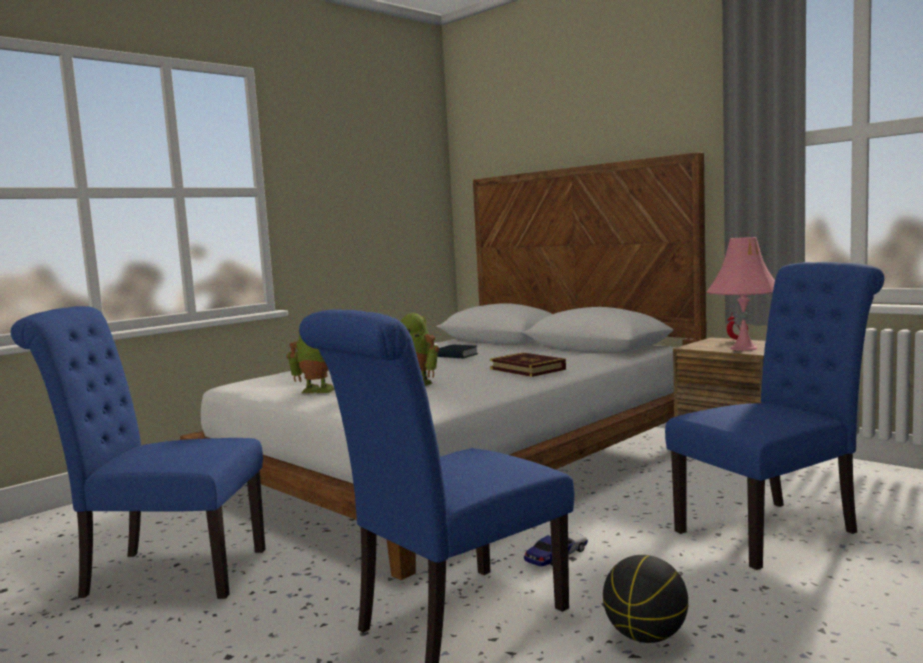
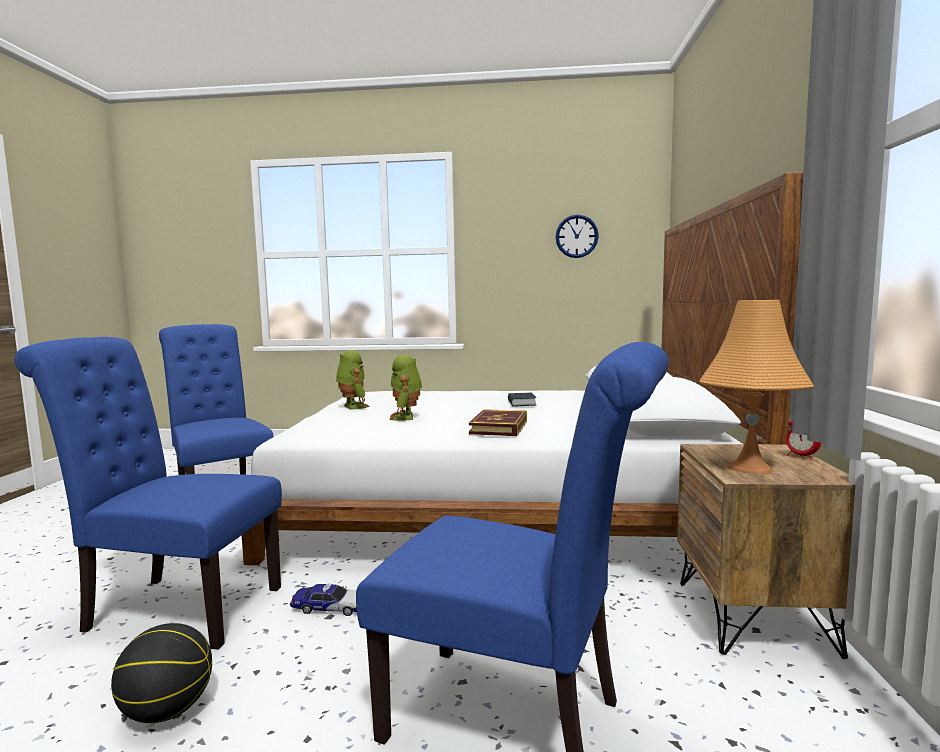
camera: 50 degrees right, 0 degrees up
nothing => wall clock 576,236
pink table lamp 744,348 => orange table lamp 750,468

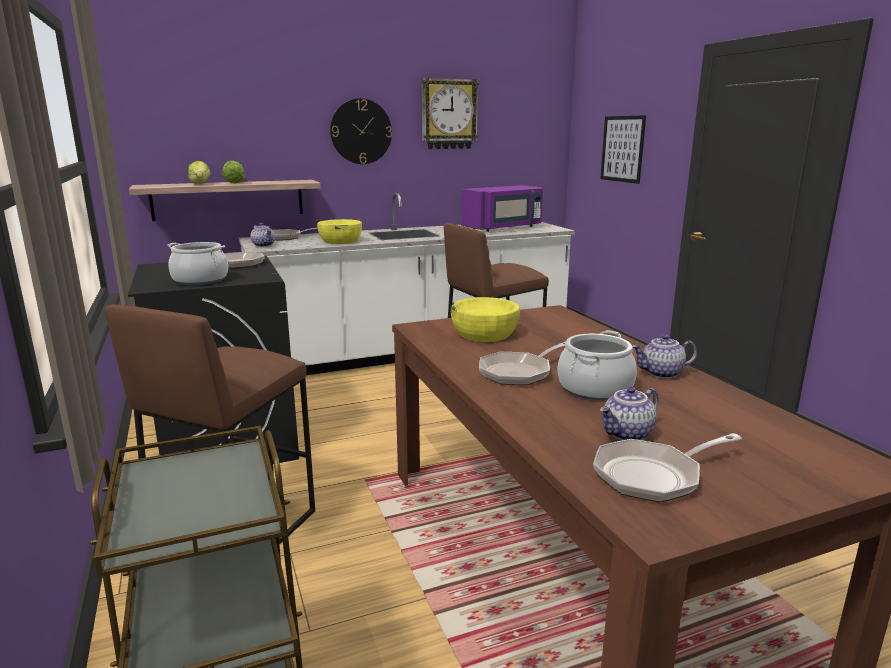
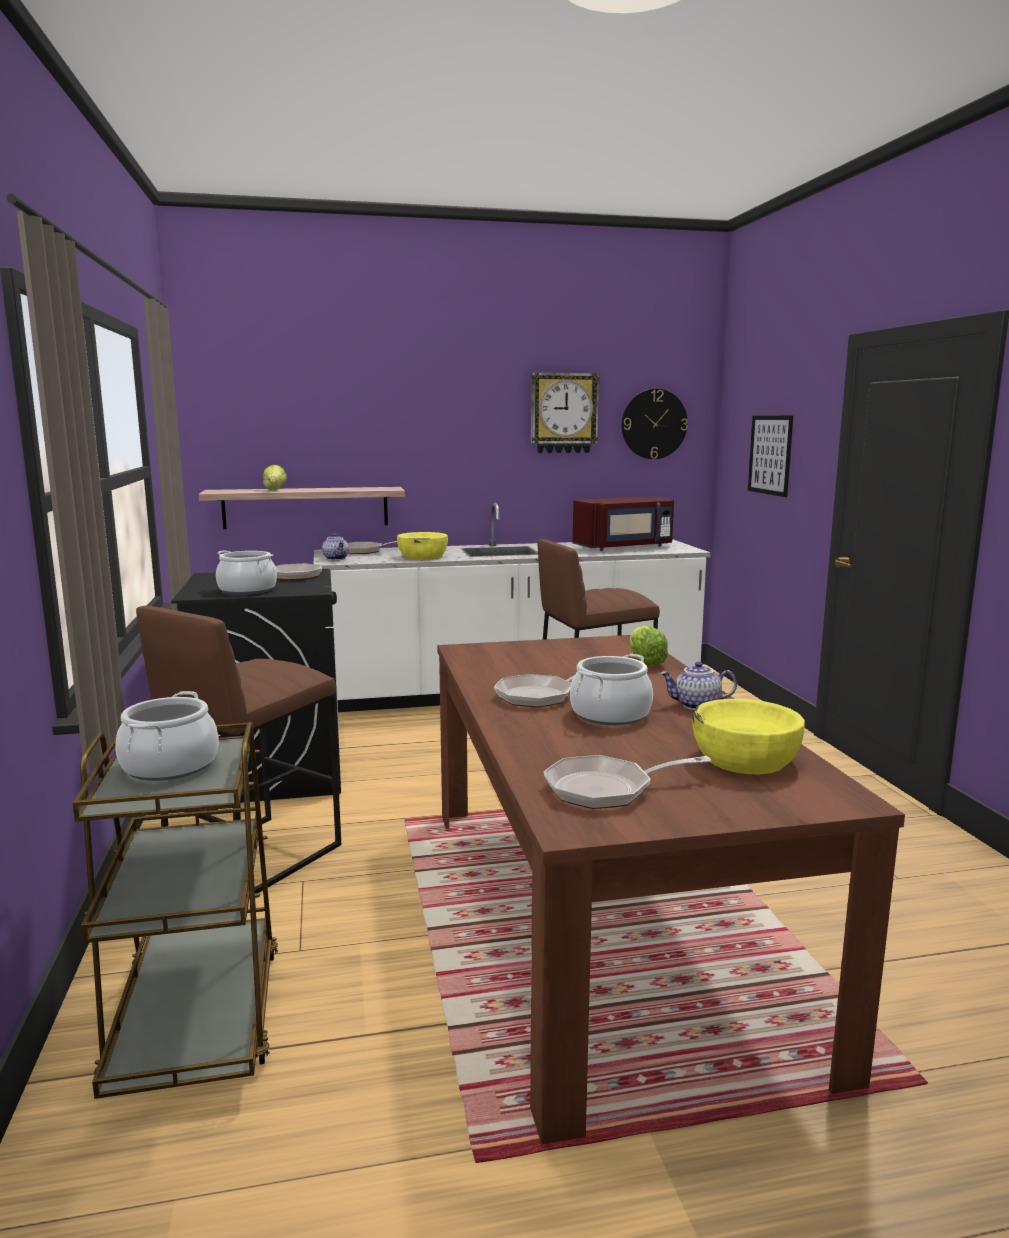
camera: 10 degrees right, 5 degrees down
teapot 628,434 => nothing
nothing => cooking pot 170,766
lettuce 234,183 => lettuce 645,662, move
wall clock 361,131 => wall clock 654,424, move
yellow bowl 484,334 => yellow bowl 745,759, move
purple microwave 504,228 => red microwave 624,547

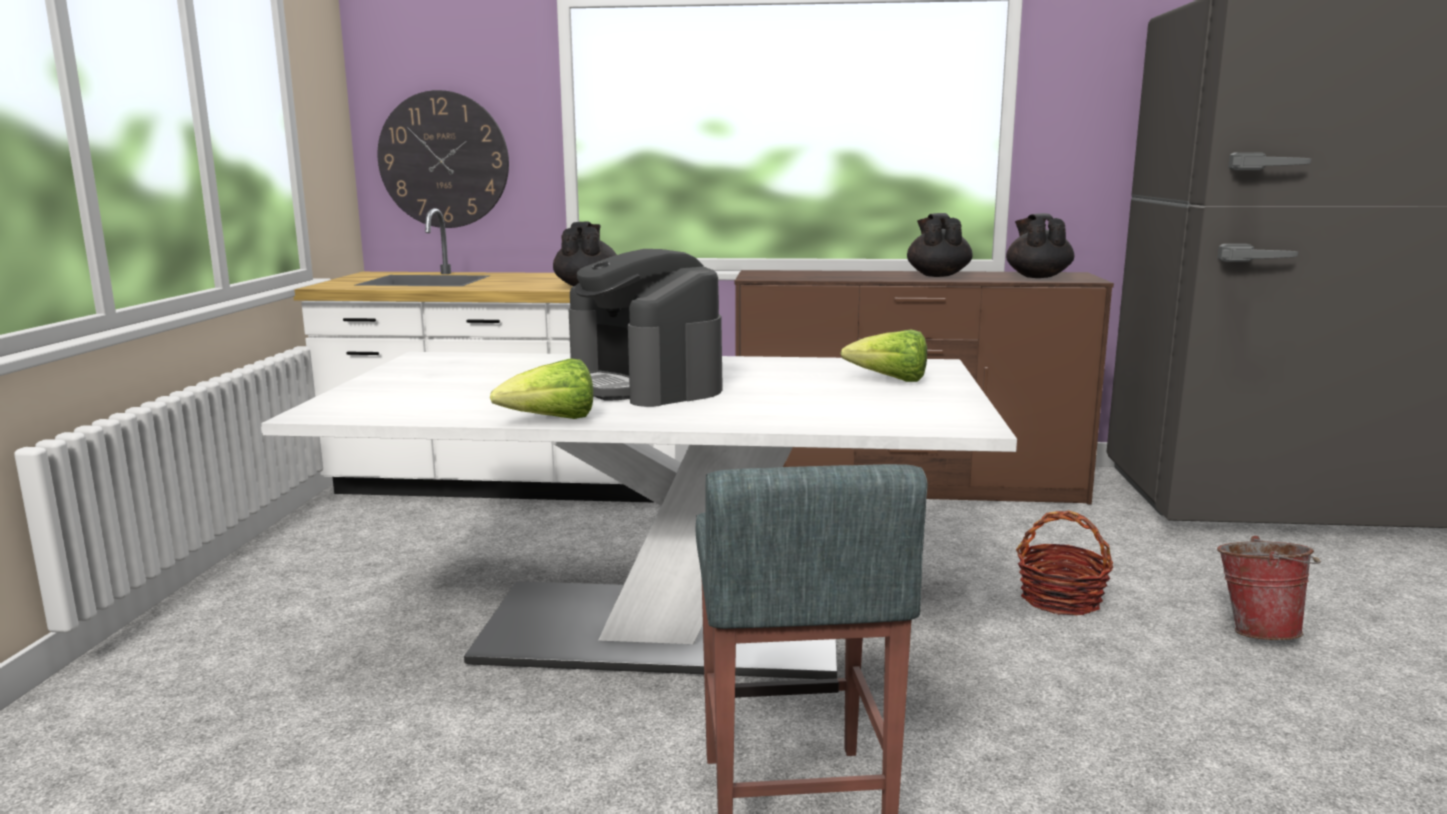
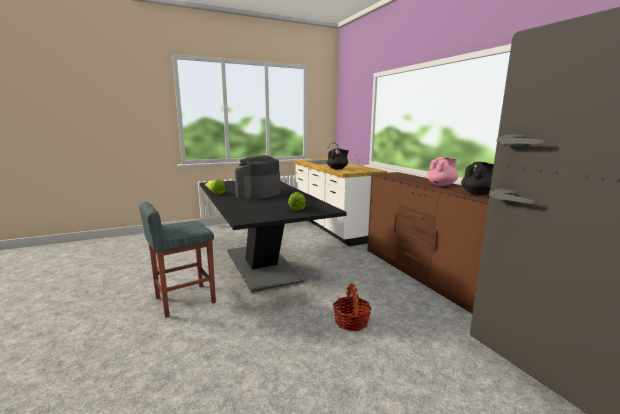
camera: 60 degrees right, 0 degrees up
wall clock 443,160 => nothing
bucket 1257,630 => nothing
white dining table 661,631 => black dining table 261,265
black teapot 937,275 => pink teapot 441,185

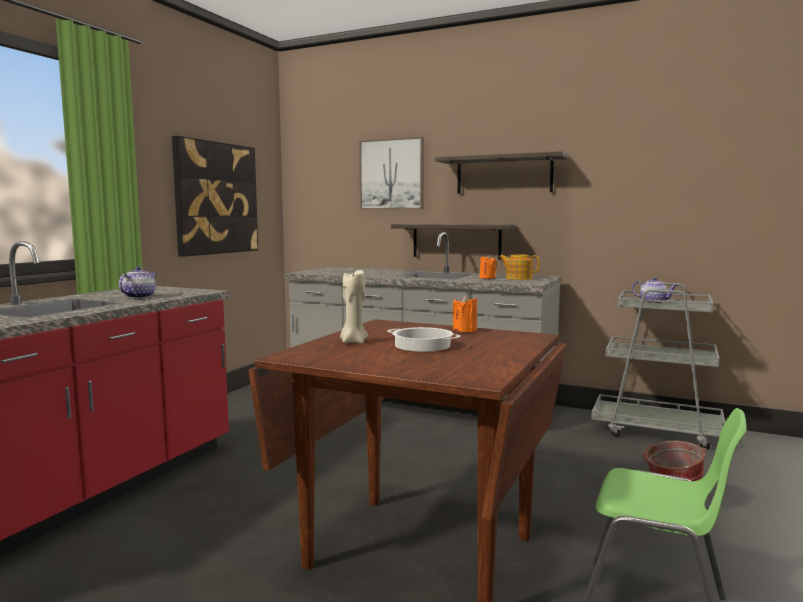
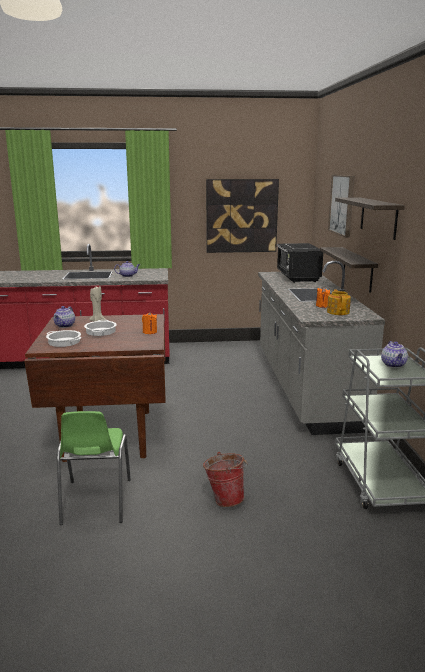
camera: 60 degrees right, 10 degrees up
nothing => cooking pot 63,342
nothing => teapot 65,326
nothing => black microwave 297,277

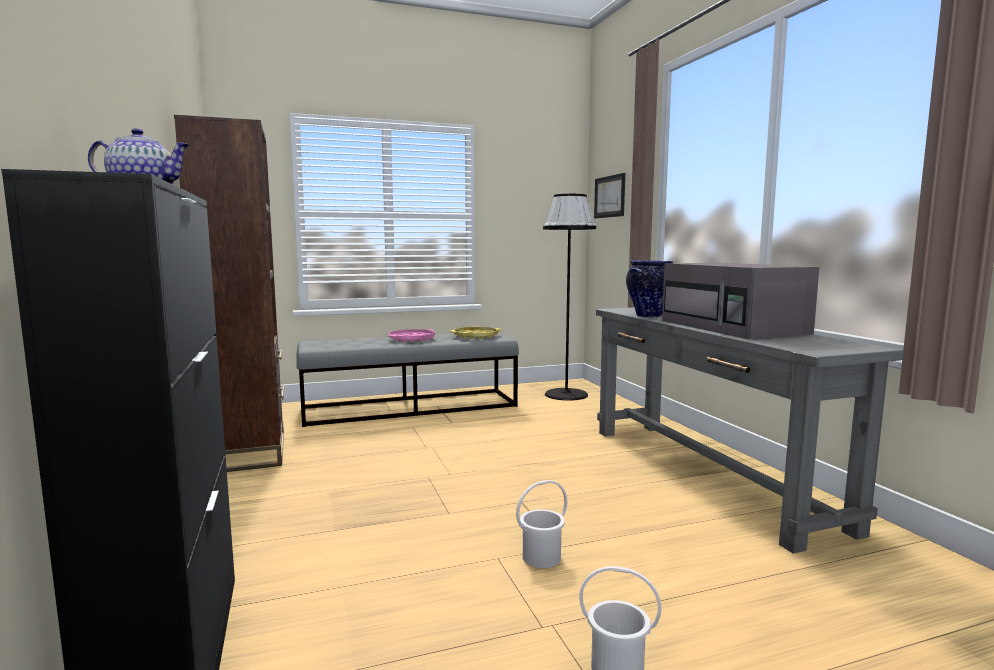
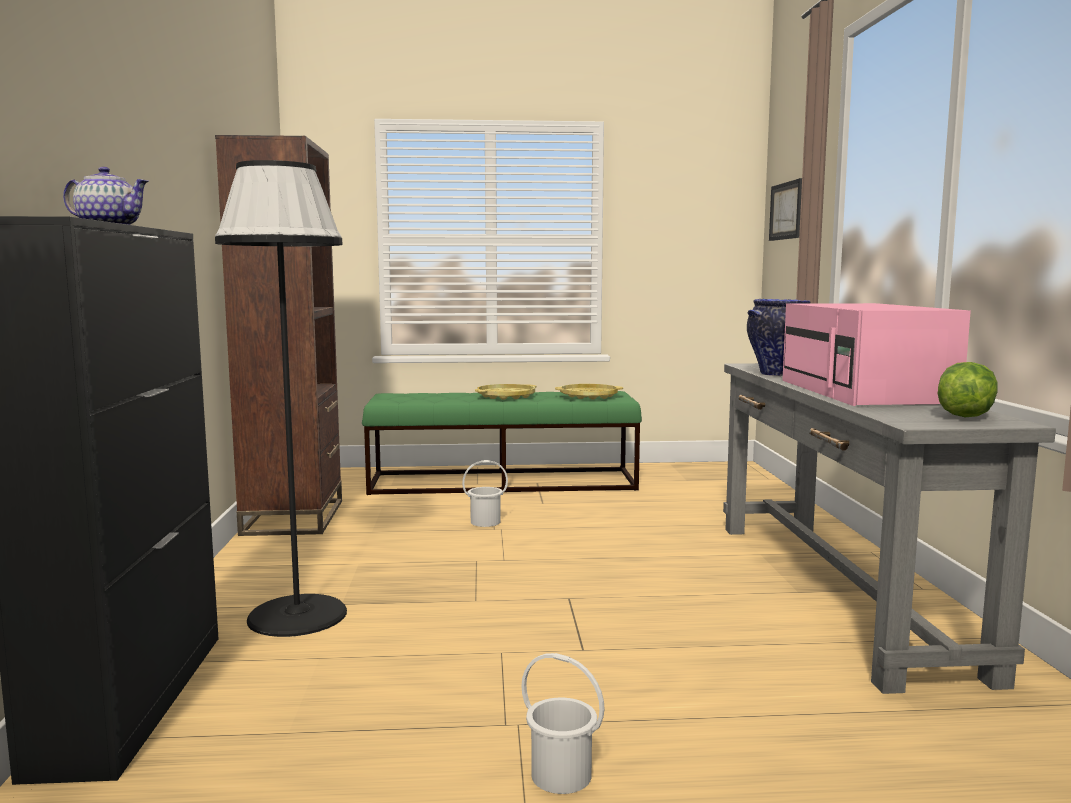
camera: 15 degrees right, 0 degrees up
nothing => lettuce 964,415
white bucket 542,558 => white bucket 485,522, move
black floor lamp 566,394 => black floor lamp 296,615, move
grey bench 410,407 => green bench 503,482
pink tray 412,339 => yellow tray 506,396
grey microwave 733,327 => pink microwave 865,392

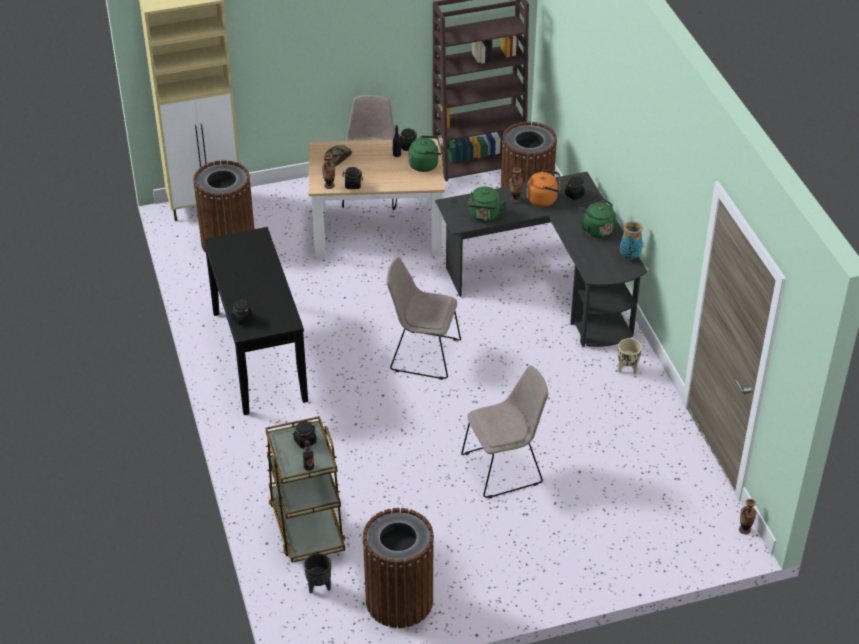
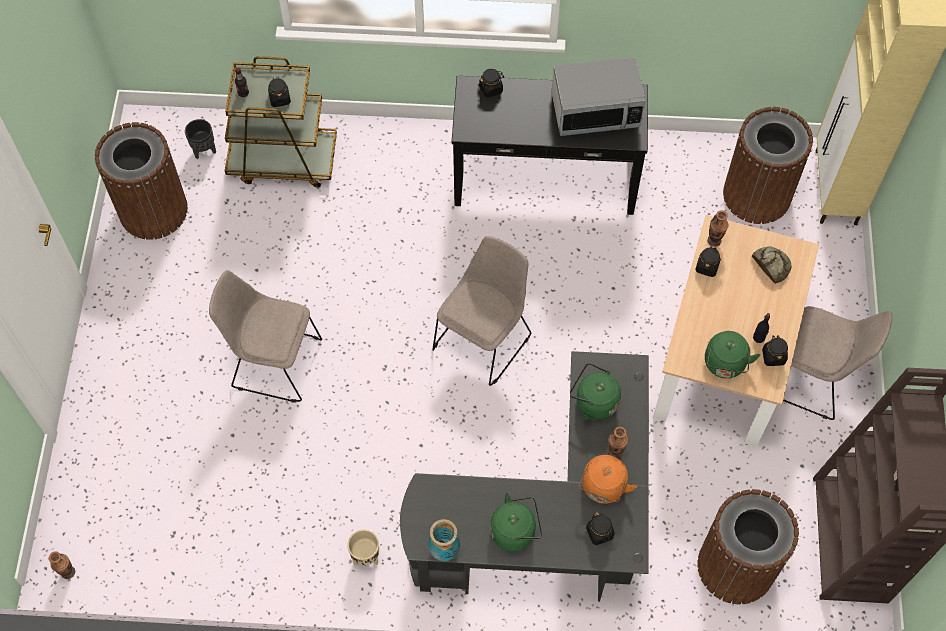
camera: 110 degrees right, 20 degrees up
nothing => microwave 595,111
beige chair 504,467 => beige chair 273,362, 105 degrees clockwise

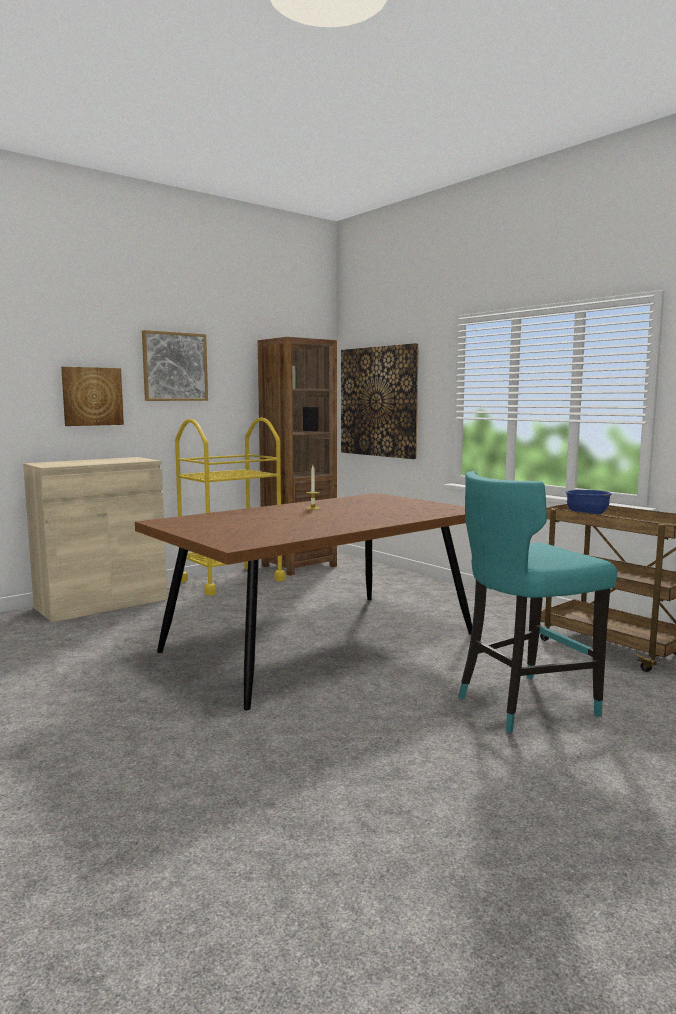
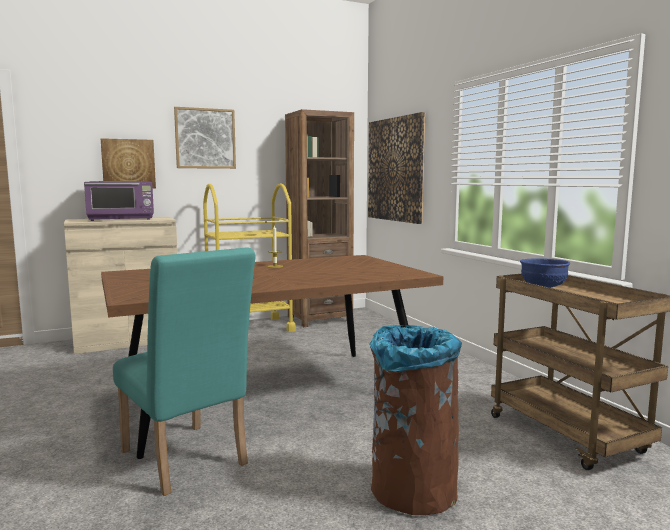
camera: 15 degrees right, 0 degrees up
nothing => purple microwave 121,219
nothing => turquoise chair 186,462
turquoise stool 523,704 => brown trash can 412,492

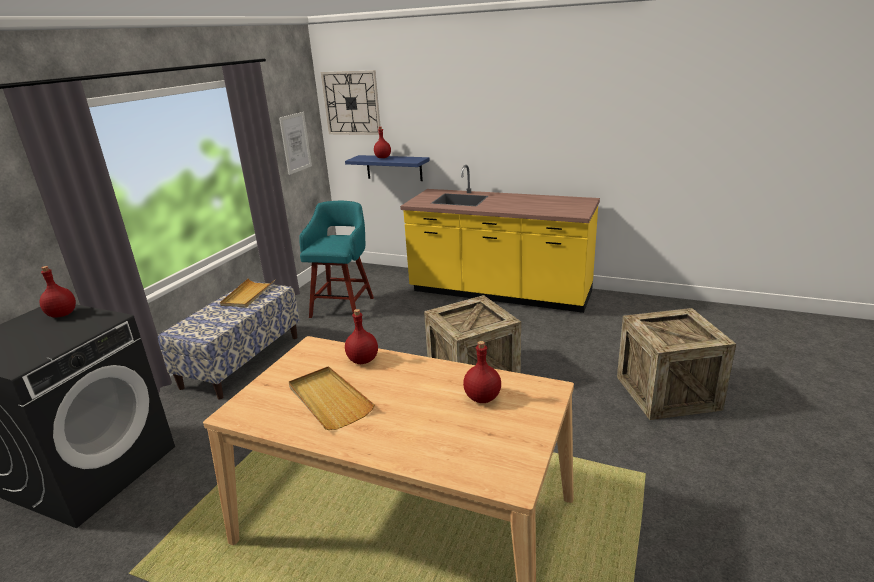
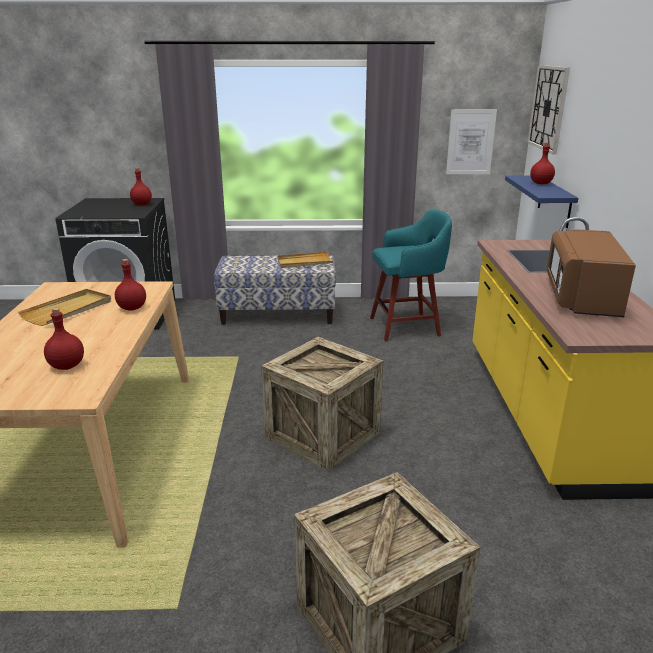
camera: 65 degrees right, 0 degrees up
nothing => brown microwave 581,297

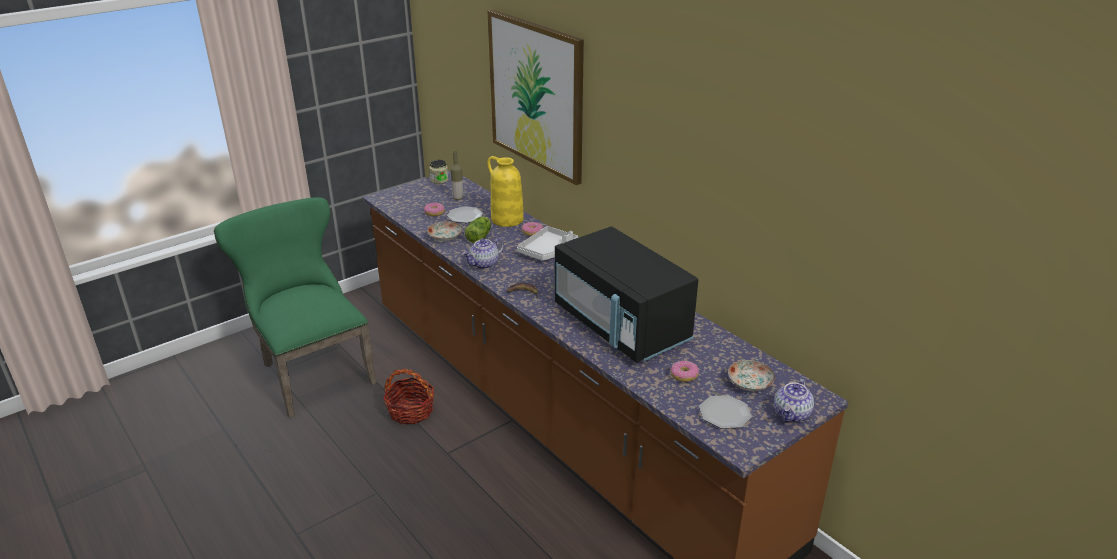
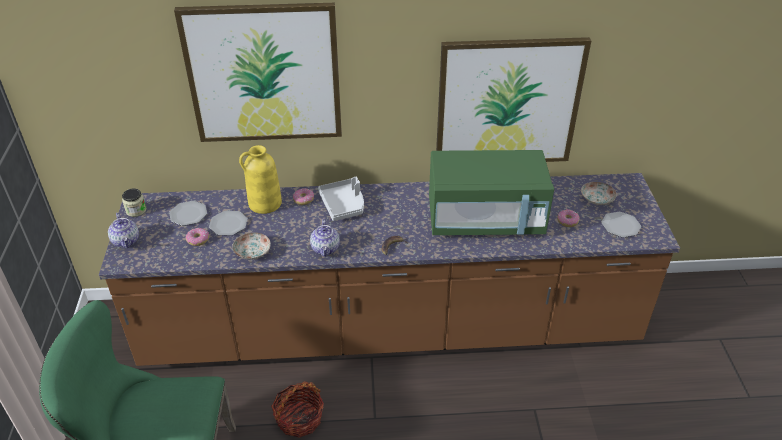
camera: 55 degrees left, 10 degrees up
lettuce 480,236 => nothing
nothing => picture 508,103
teapot 792,414 => teapot 126,241, move
bottle 458,198 => plate 188,214
black microwave 621,326 => green microwave 485,220

